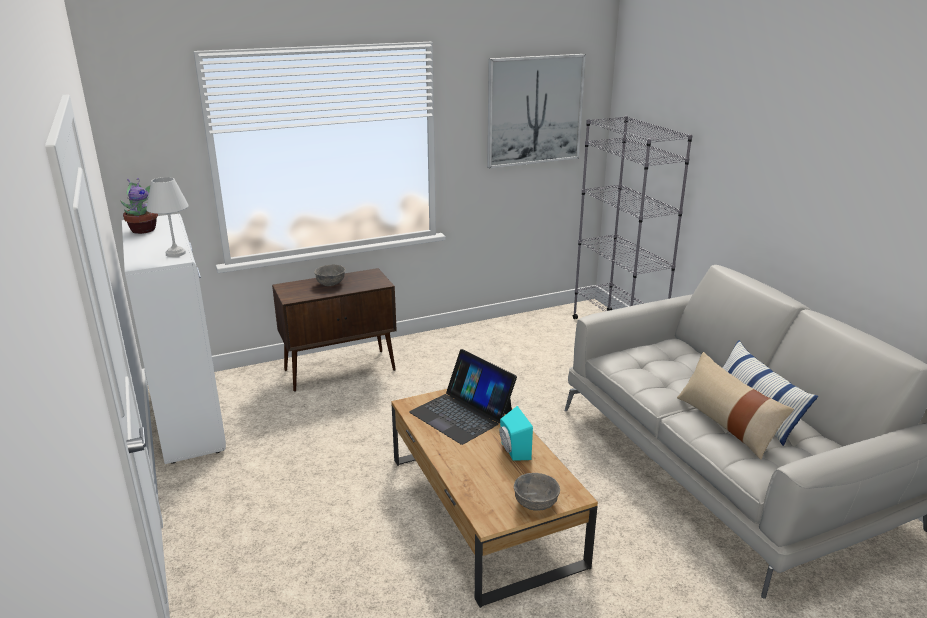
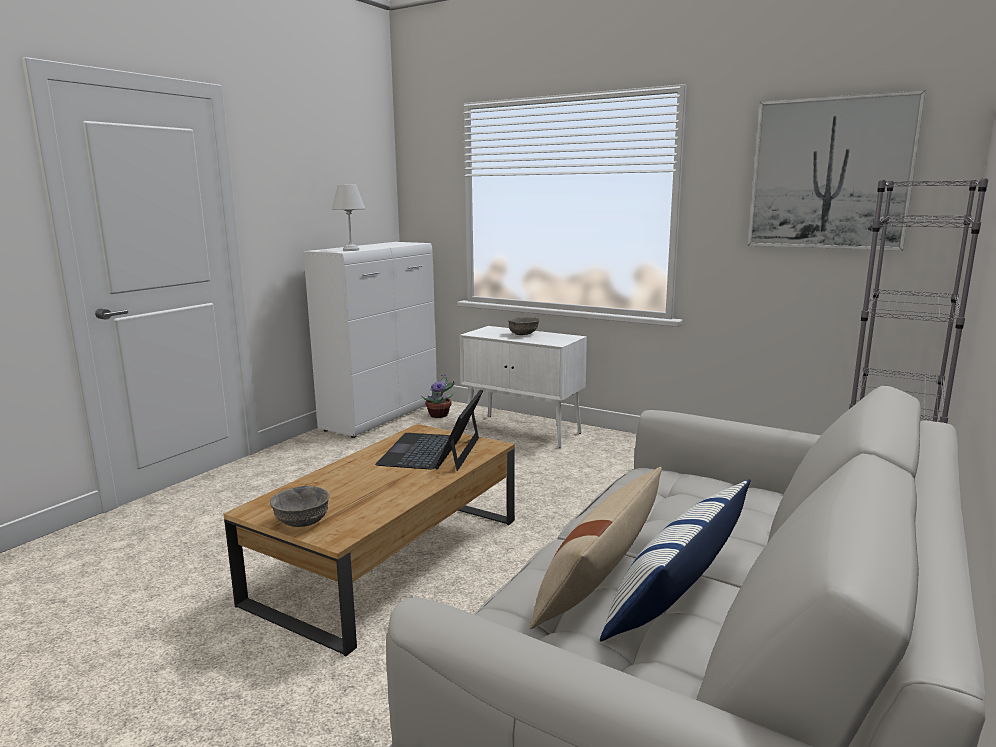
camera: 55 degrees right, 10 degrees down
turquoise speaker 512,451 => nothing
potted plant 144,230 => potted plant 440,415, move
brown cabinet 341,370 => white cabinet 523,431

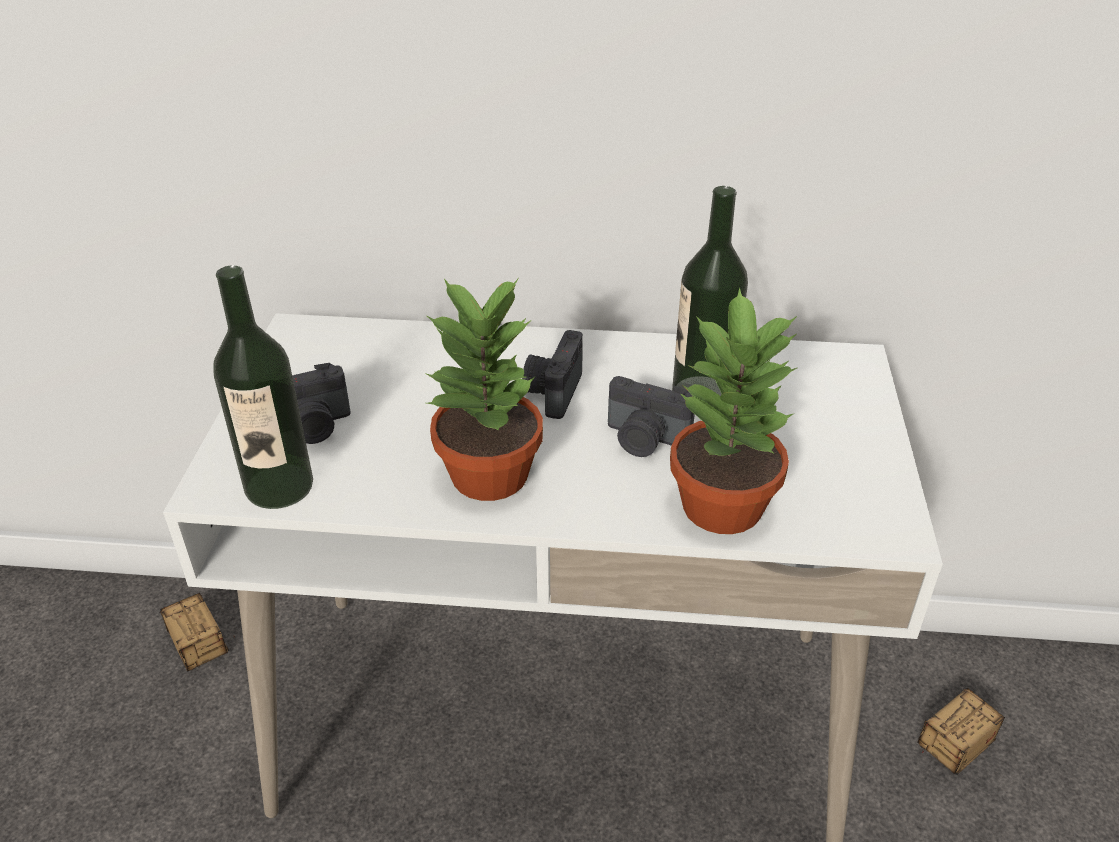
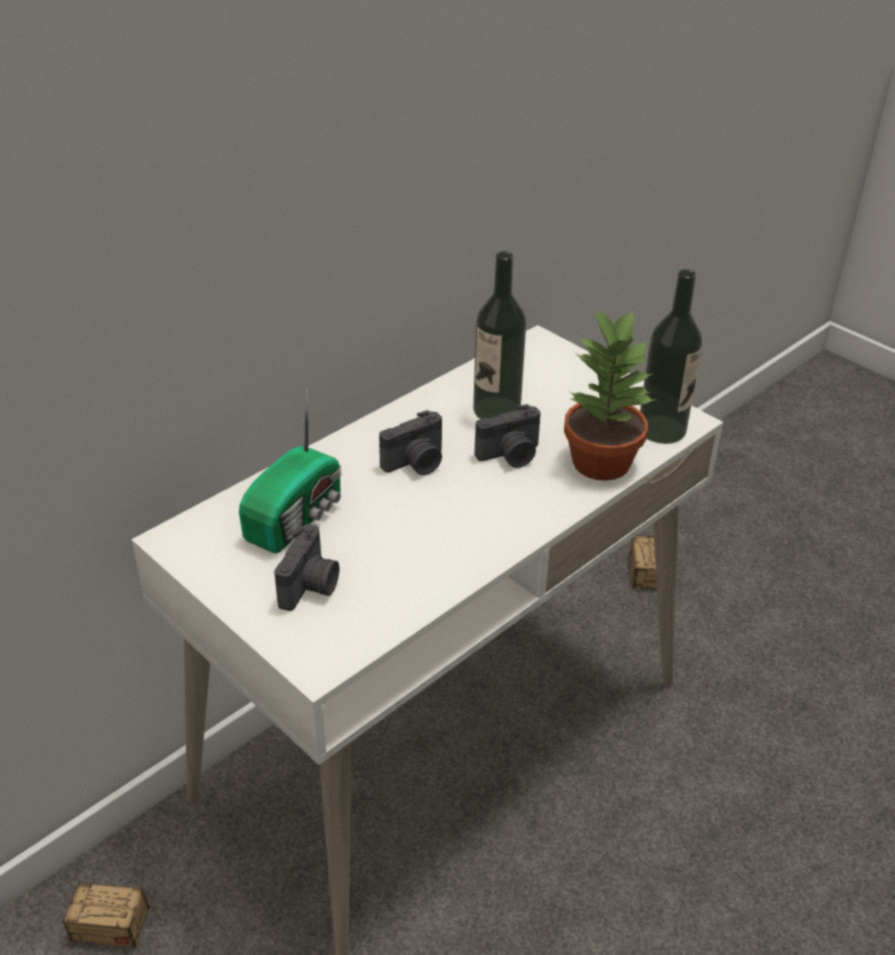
camera: 50 degrees left, 0 degrees up
potted plant 491,476 => nothing
nothing => radio 298,517
bottle 279,486 => bottle 661,429, move
photo camera 552,392 => photo camera 416,463, 90 degrees counterclockwise

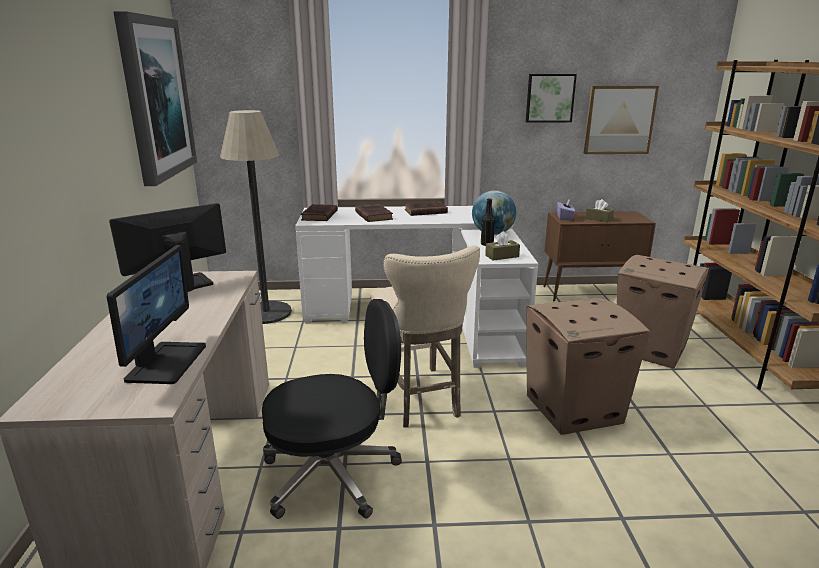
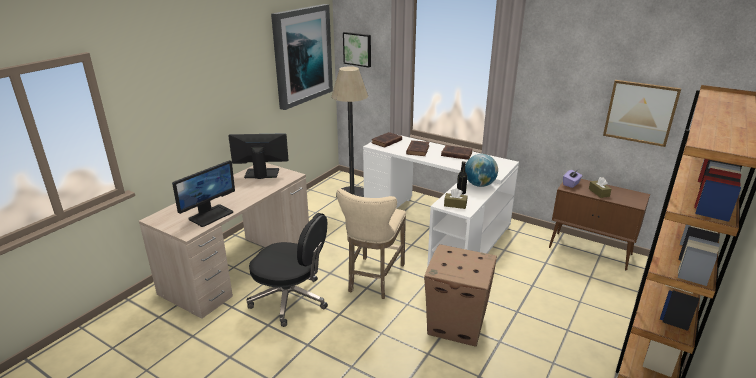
camera: 35 degrees right, 5 degrees up
cardboard box 651,349 => nothing
picture 549,98 => picture 358,49, move

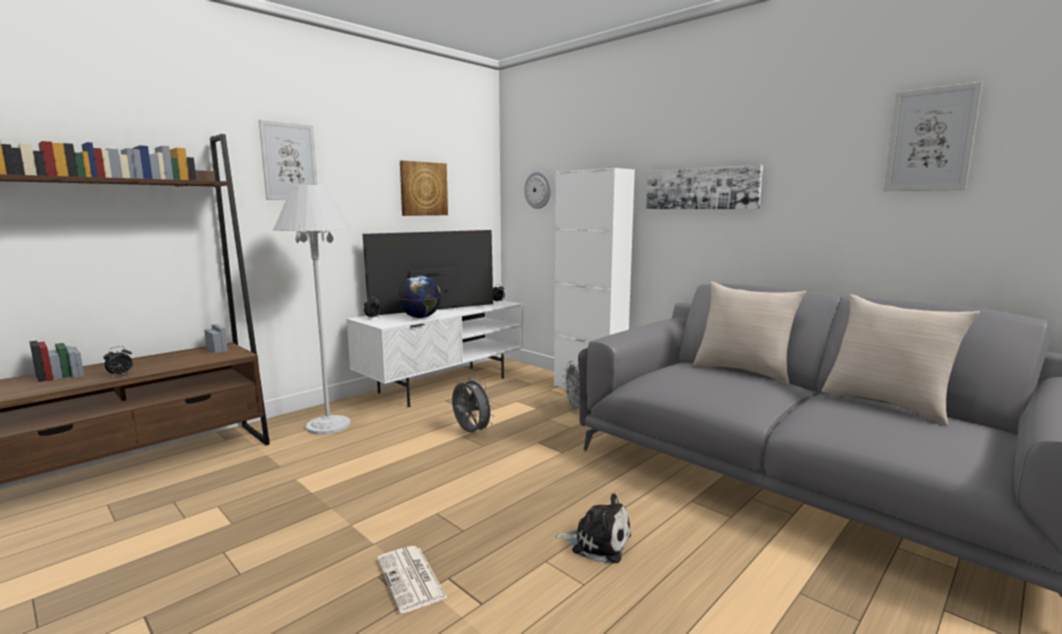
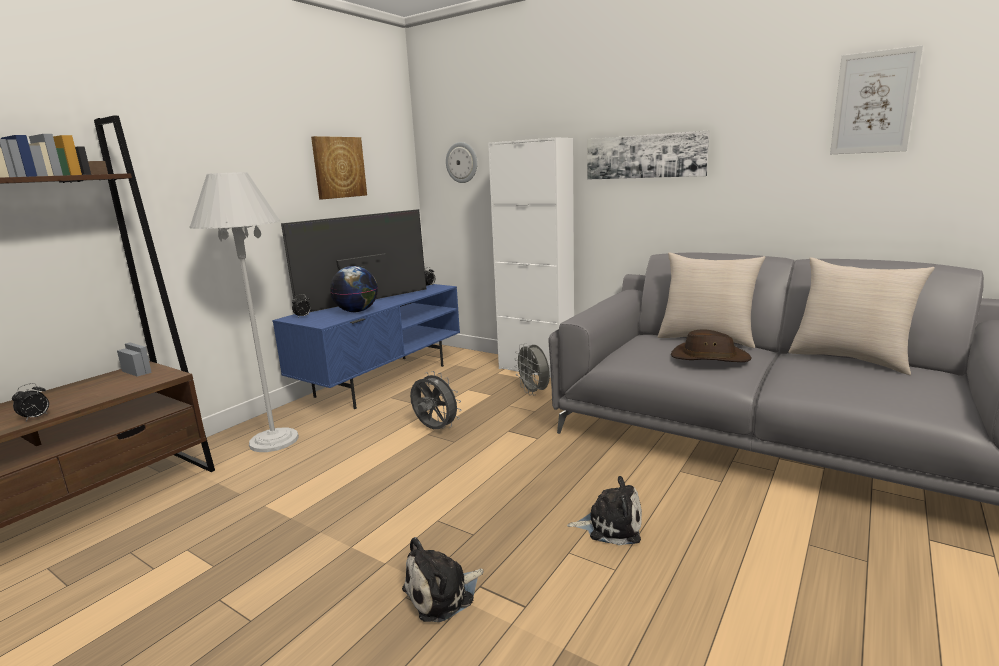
camera: 10 degrees left, 5 degrees up
picture 289,162 => nothing
nothing => brown hat 709,357
newspaper 411,579 => plush toy 442,594
white tv stand 443,385 => blue tv stand 382,380

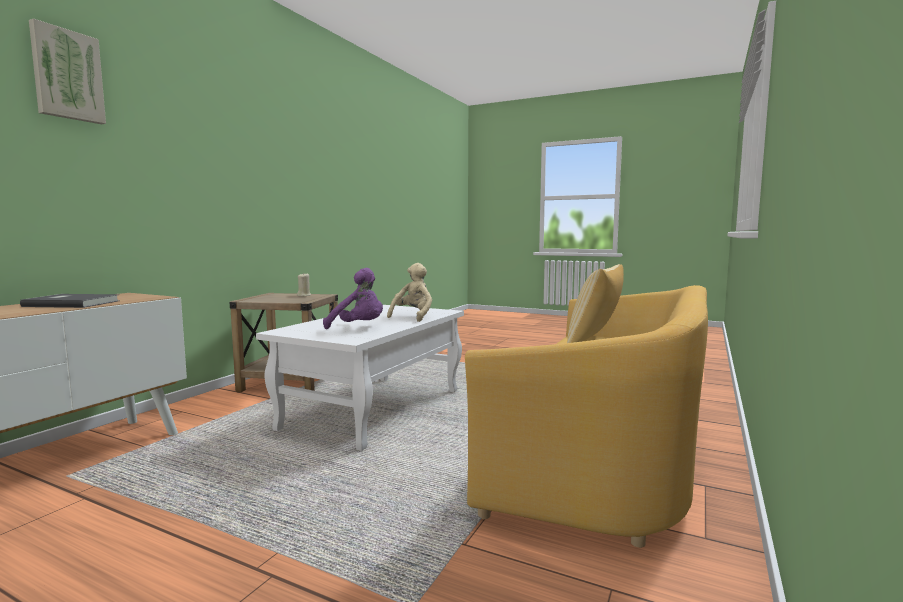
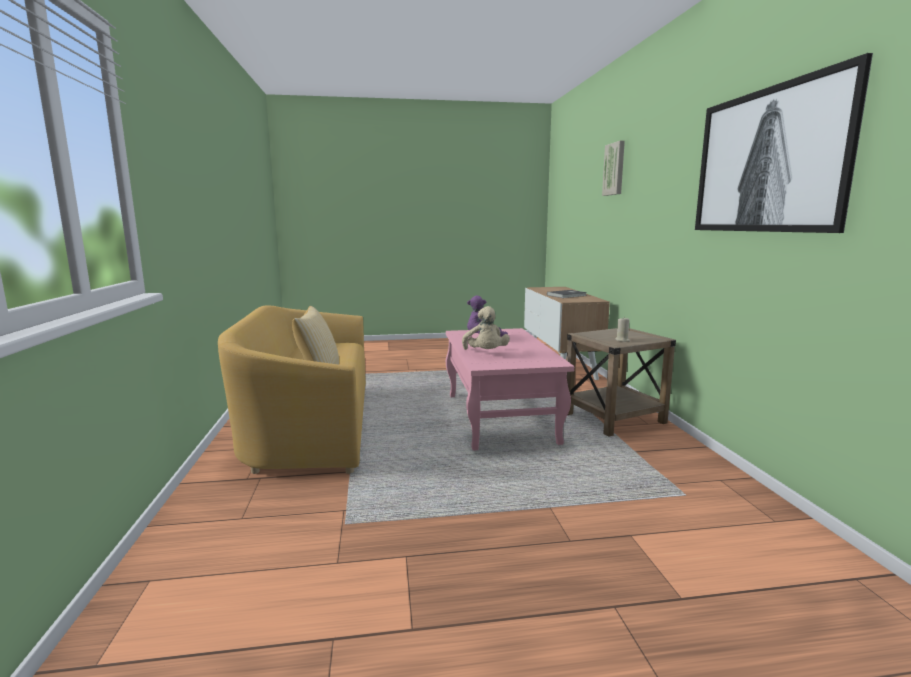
camera: 145 degrees right, 5 degrees up
nothing => picture 766,160
white coffee table 374,409 => pink coffee table 499,417

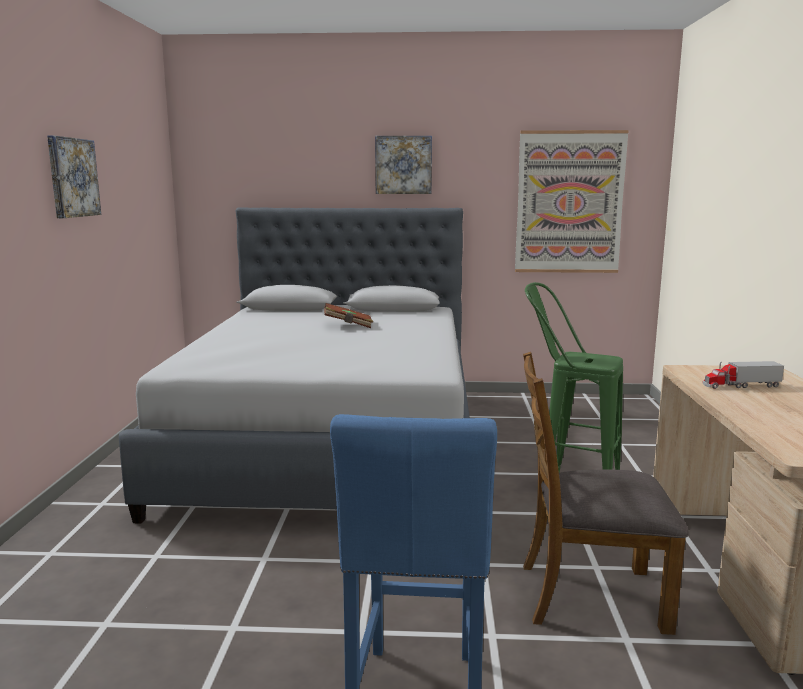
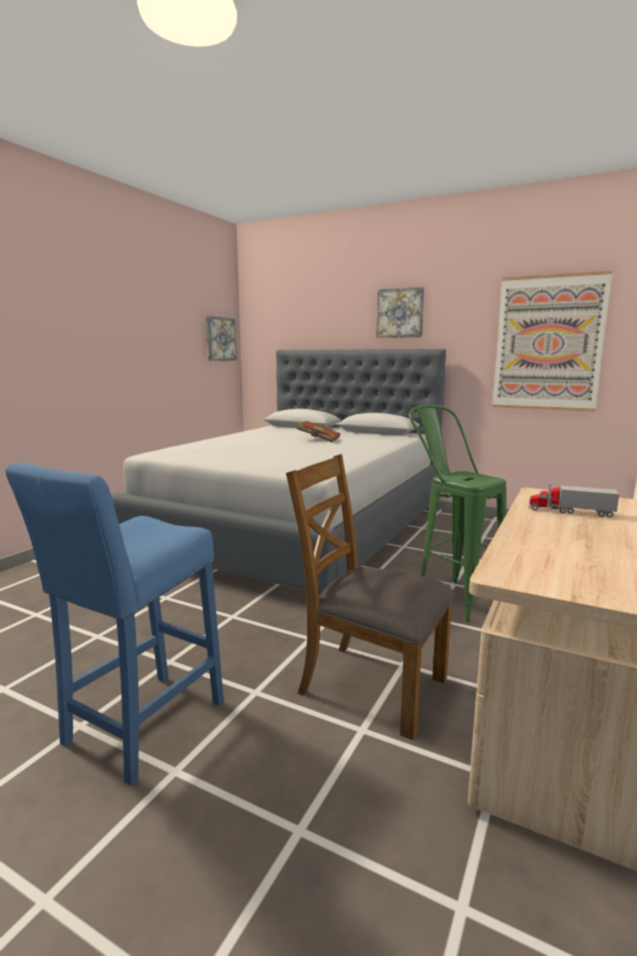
camera: 25 degrees right, 0 degrees up
picture 72,177 => picture 220,339, move

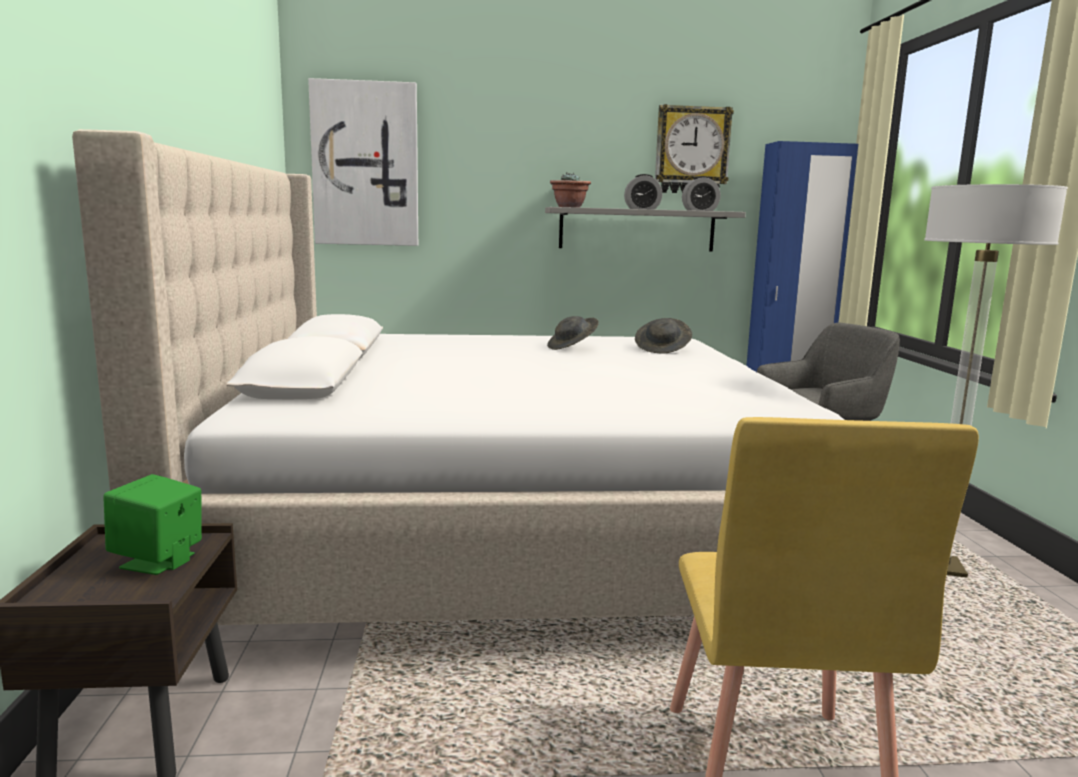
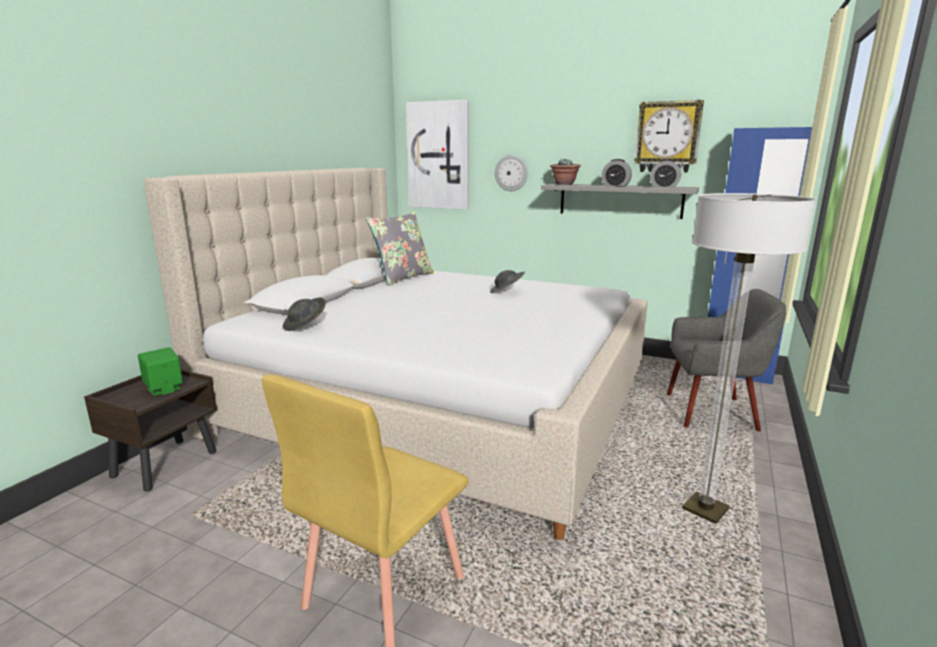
camera: 30 degrees right, 5 degrees up
nothing => grey pillow 402,278
nothing => wall clock 511,173
grey hat 663,349 => grey hat 305,325, move

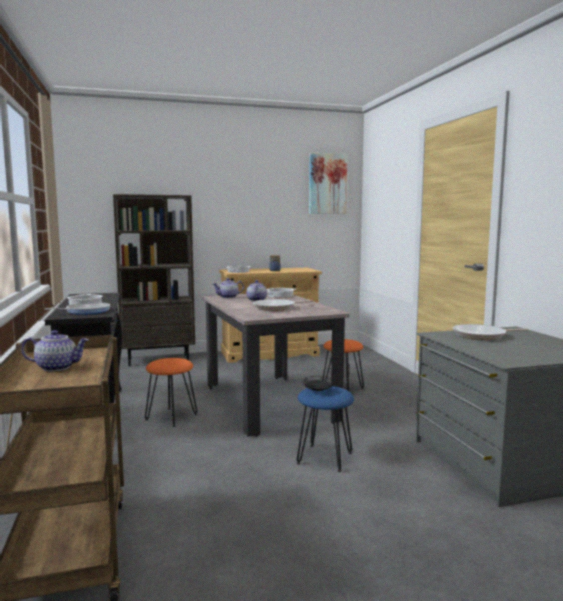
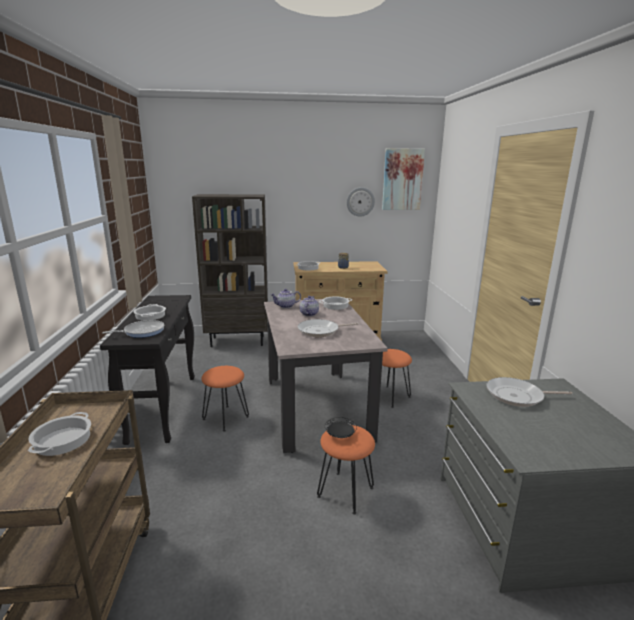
camera: 10 degrees right, 10 degrees up
nothing => wall clock 360,201
teapot 57,367 => cooking pot 62,440
blue stool 324,458 => orange stool 345,492

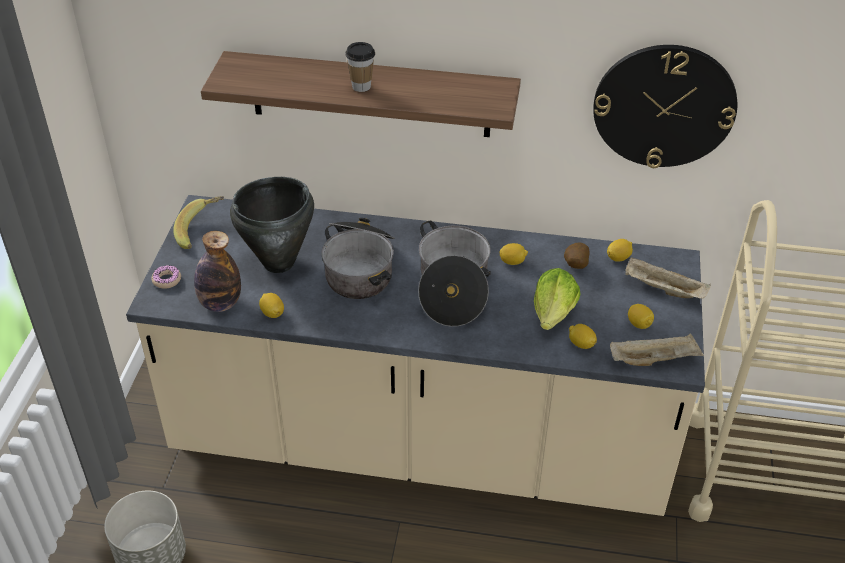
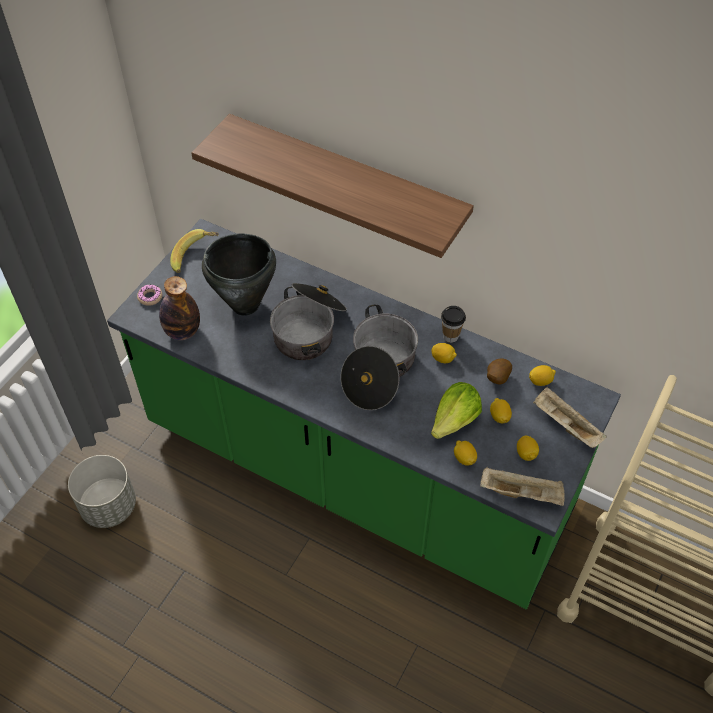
camera: 20 degrees right, 10 degrees up
wall clock 664,106 => nothing
lemon 272,313 => lemon 499,416, move
cup 361,86 => cup 450,336, move
beige counter 421,440 => green counter 356,471

